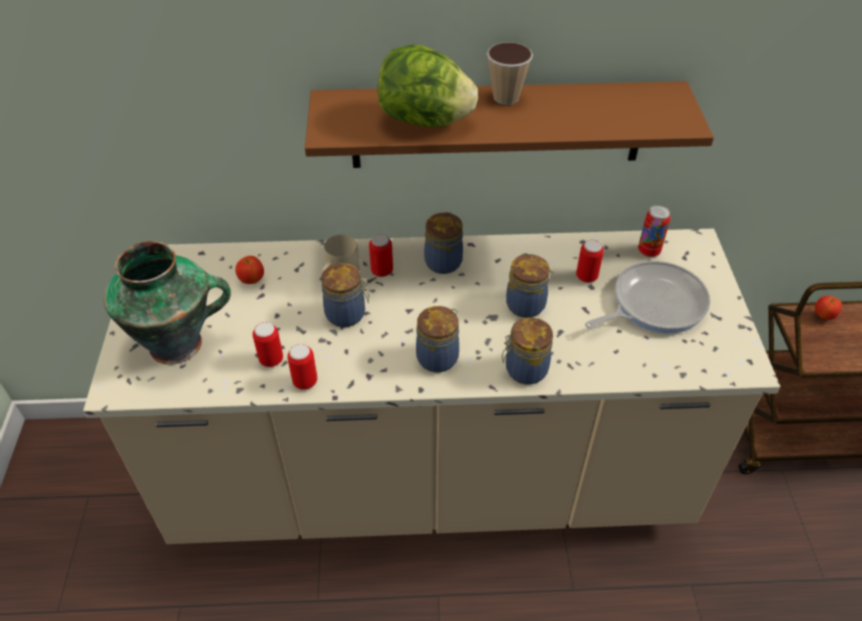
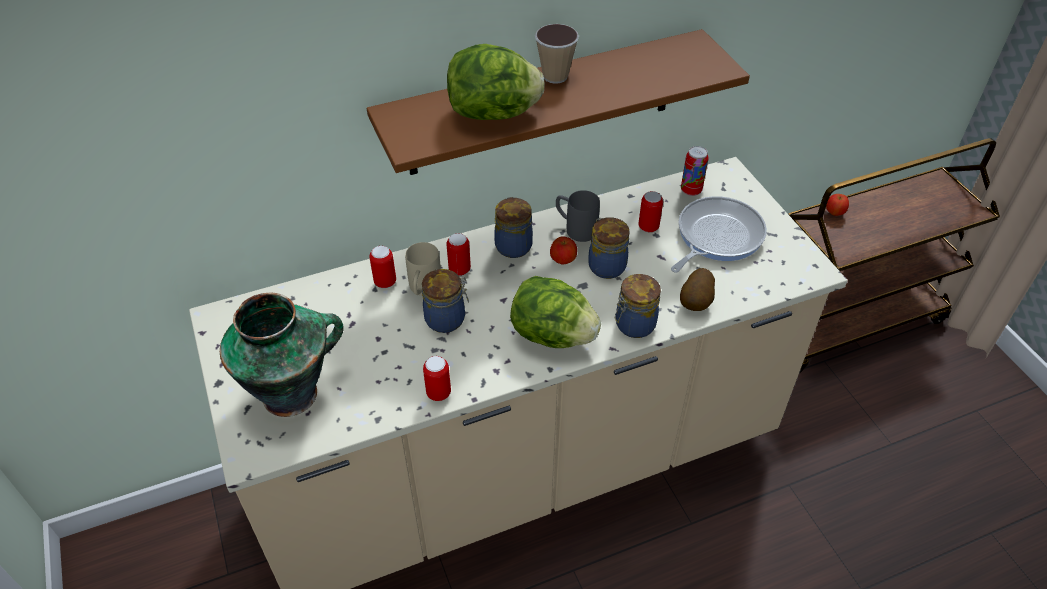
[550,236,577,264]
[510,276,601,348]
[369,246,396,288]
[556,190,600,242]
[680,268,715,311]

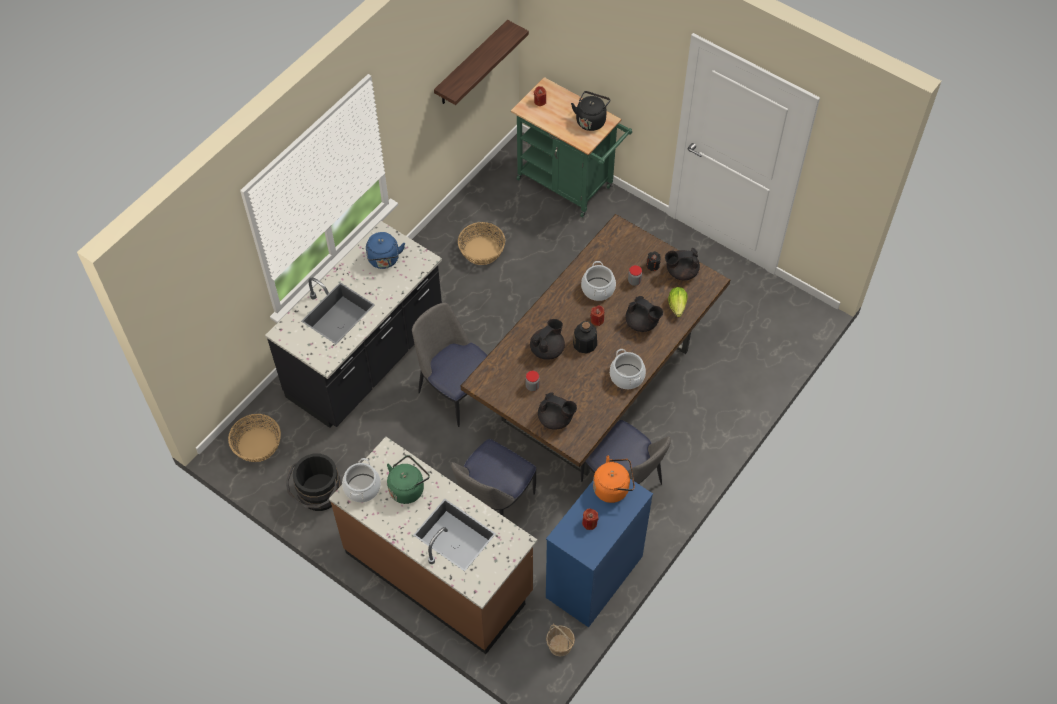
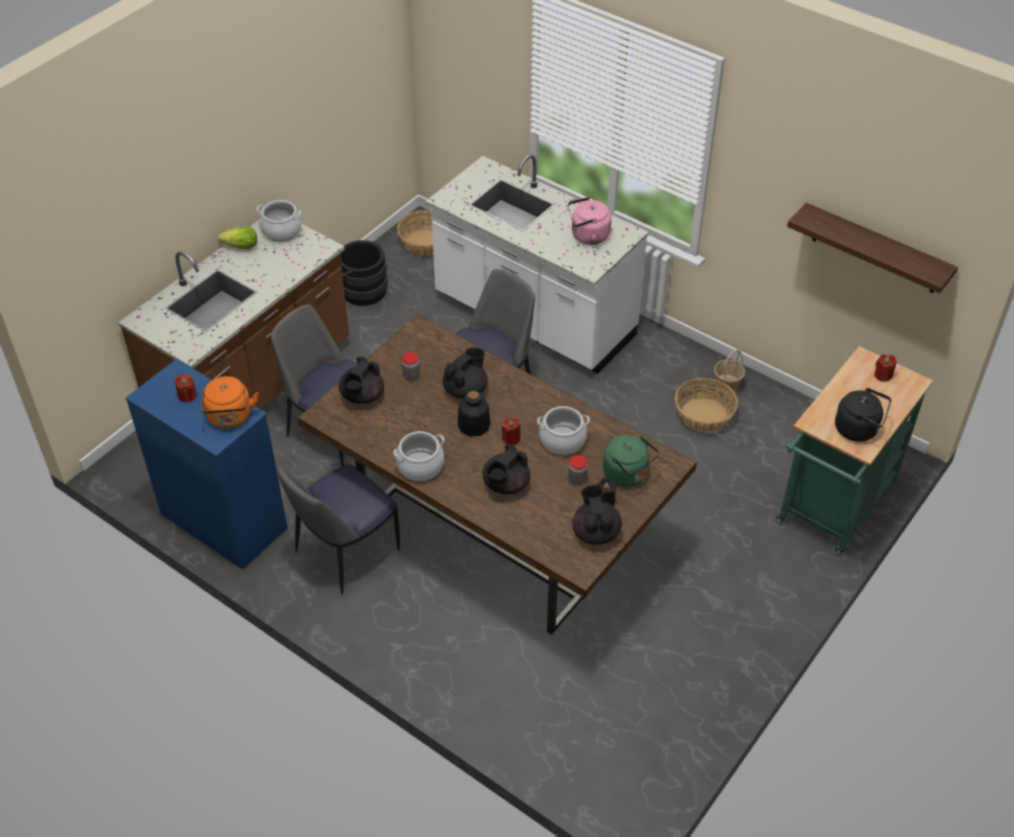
[426,154,649,374]
[568,197,611,245]
[218,226,257,249]
[443,347,487,399]
[603,435,659,487]
[714,350,745,393]

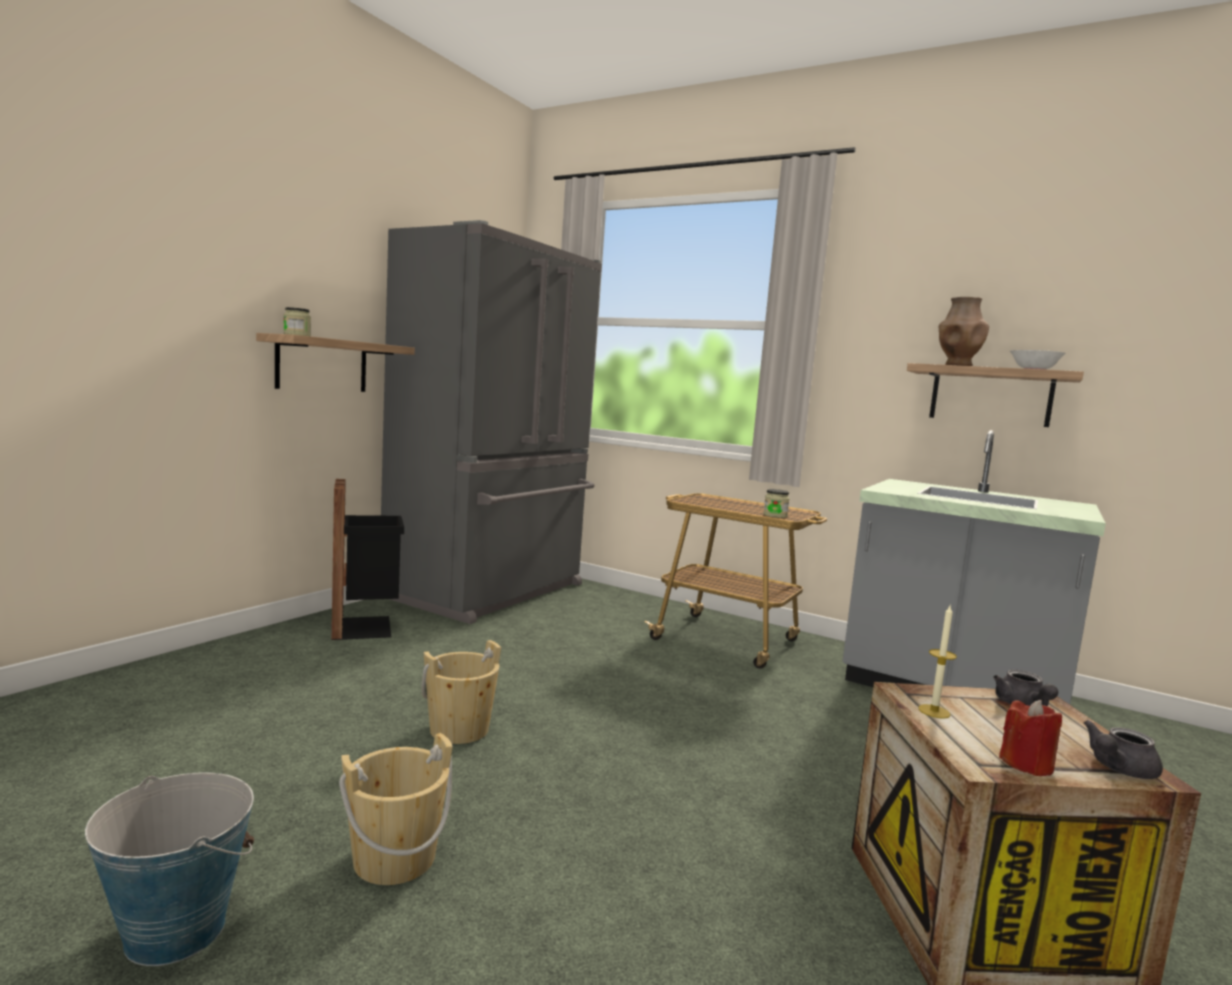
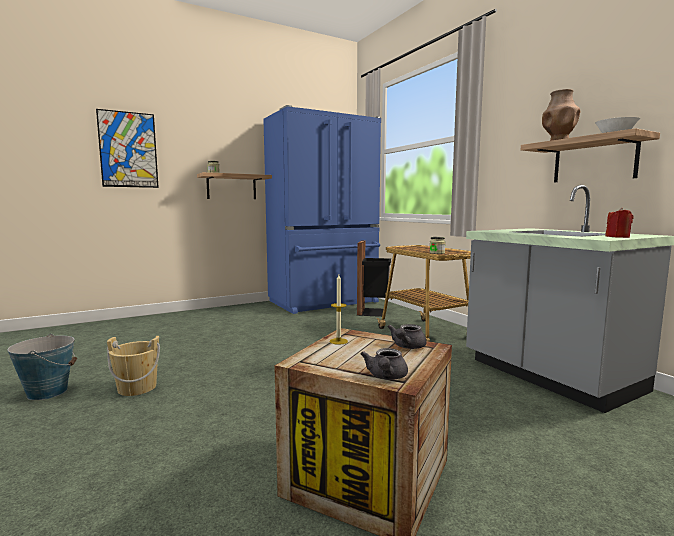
[263,105,381,314]
[357,240,391,317]
[421,640,501,744] (first image)
[605,207,634,238]
[361,348,408,380]
[96,109,159,188]

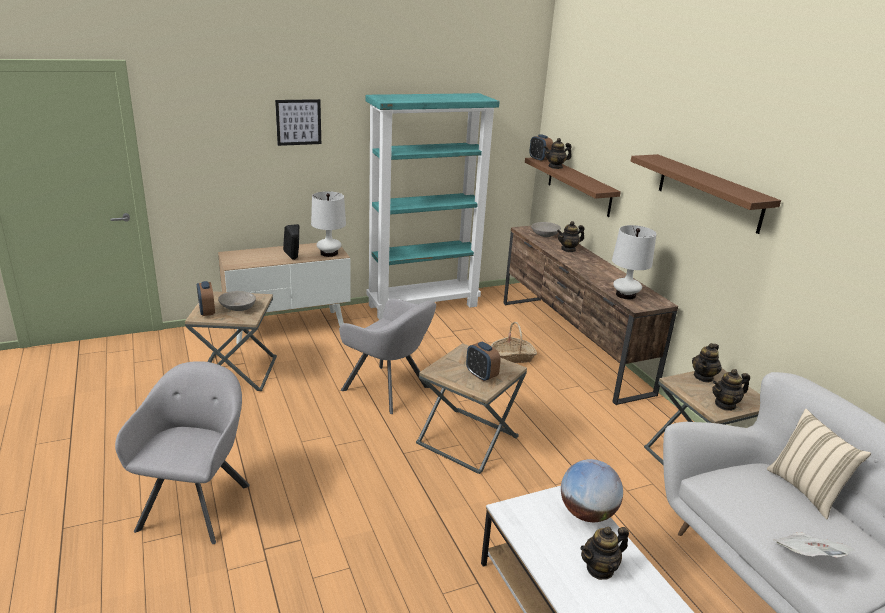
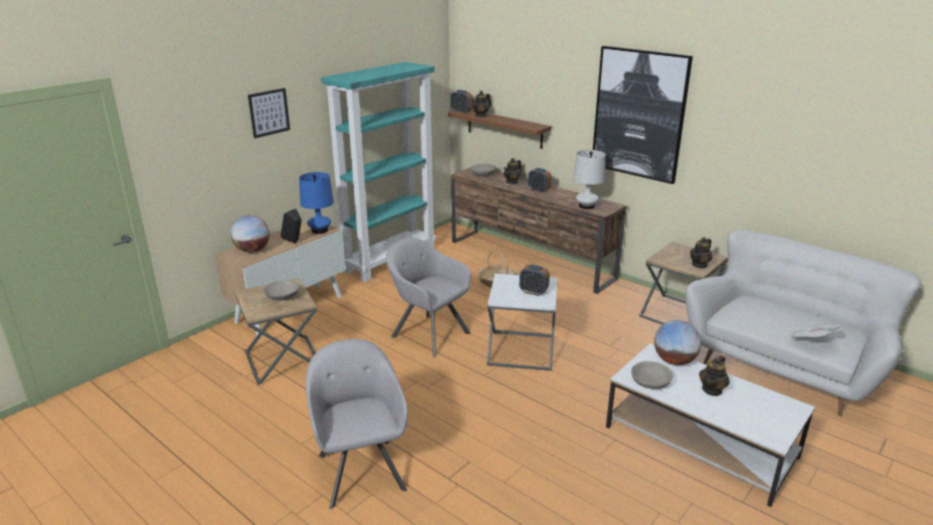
[593,46,693,184]
[299,172,334,234]
[528,168,552,193]
[386,237,471,357]
[487,274,558,371]
[692,343,722,383] (first image)
[767,409,871,519] (first image)
[231,215,270,253]
[631,361,673,389]

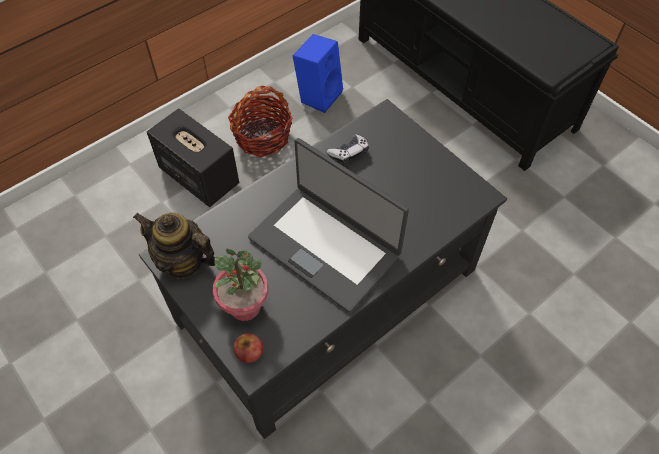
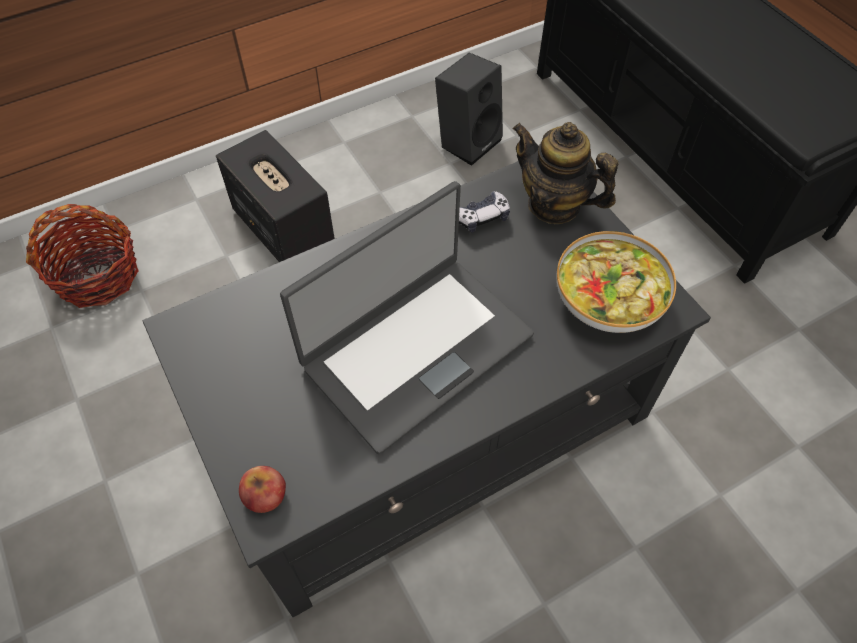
[435,53,503,166]
[26,204,139,308]
[280,181,534,454]
[512,122,619,224]
[213,249,268,321] (first image)
[557,231,676,333]

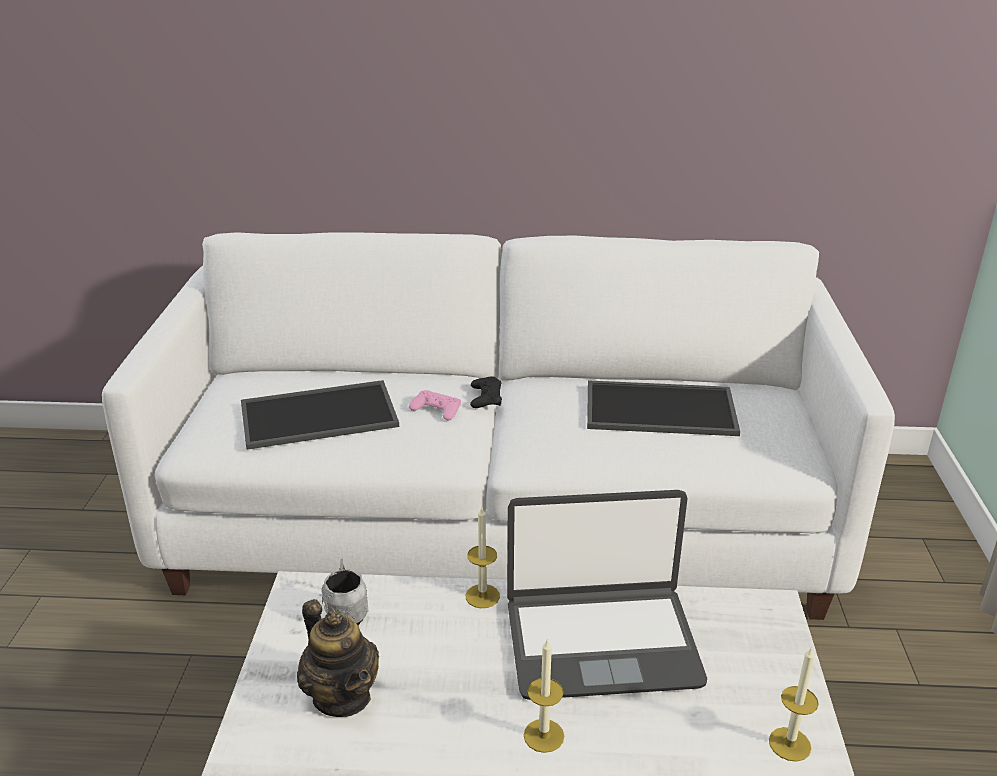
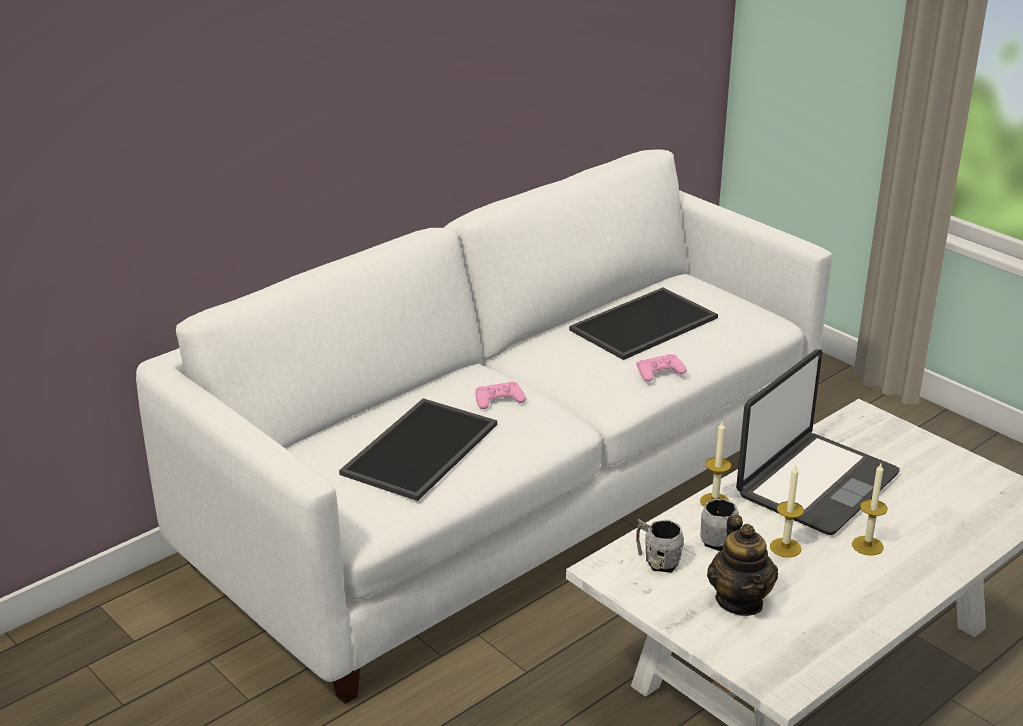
[470,376,502,408] (first image)
[707,515,778,616]
[770,465,804,558]
[636,354,687,382]
[700,498,741,551]

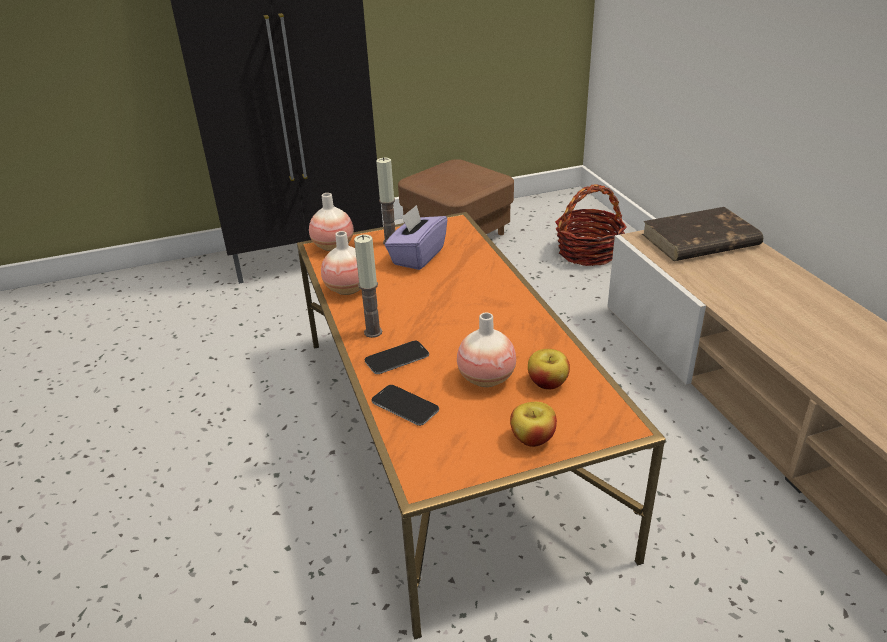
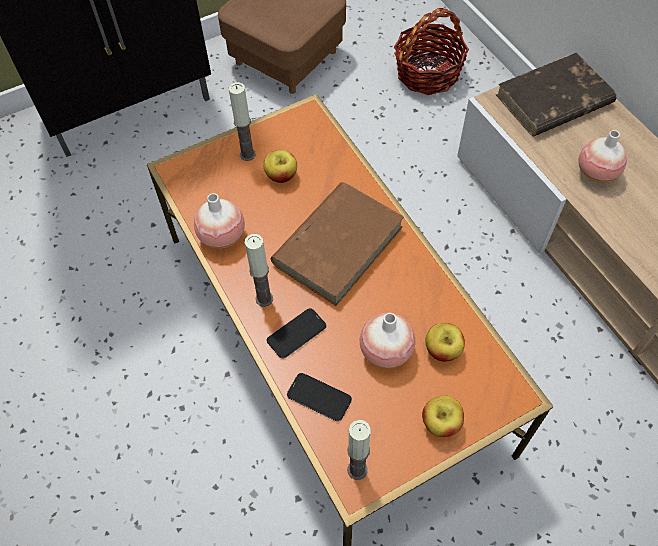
[578,130,627,183]
[263,149,297,183]
[271,182,404,306]
[347,420,371,480]

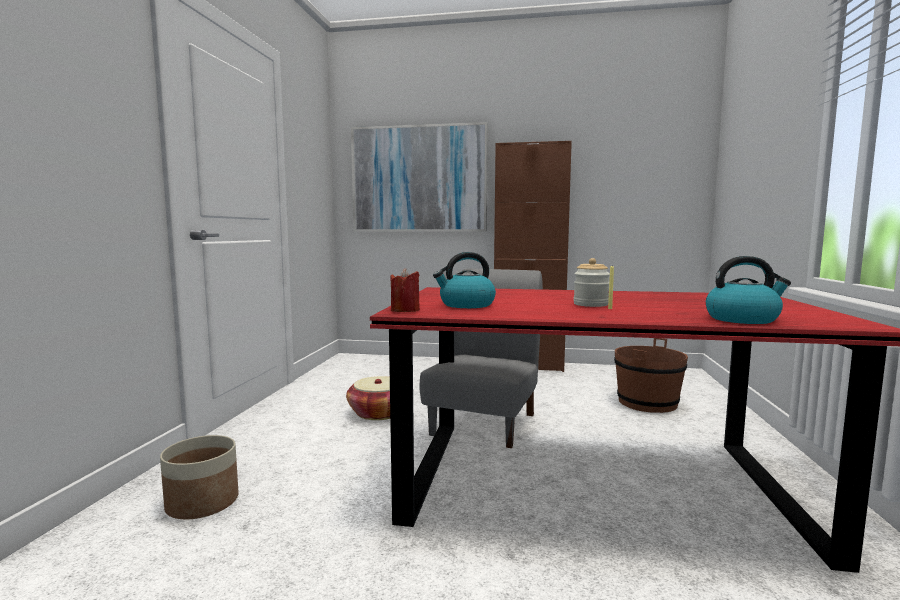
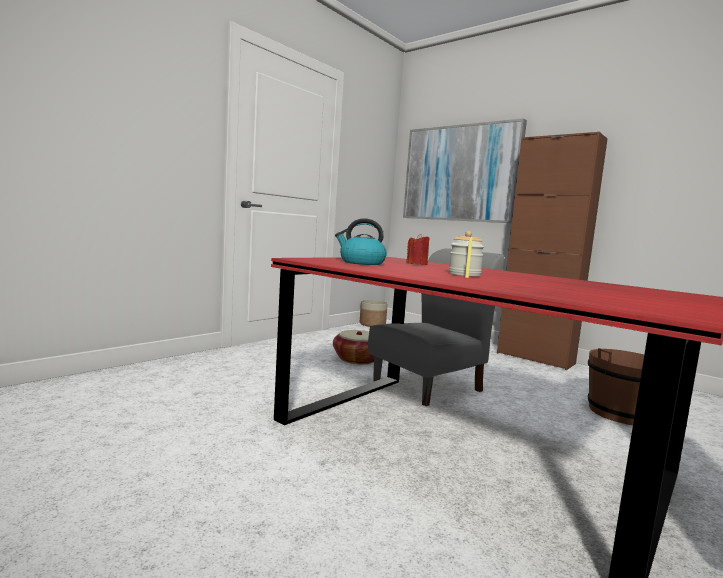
[706,256,791,324] (first image)
[406,234,430,265]
[359,300,388,327]

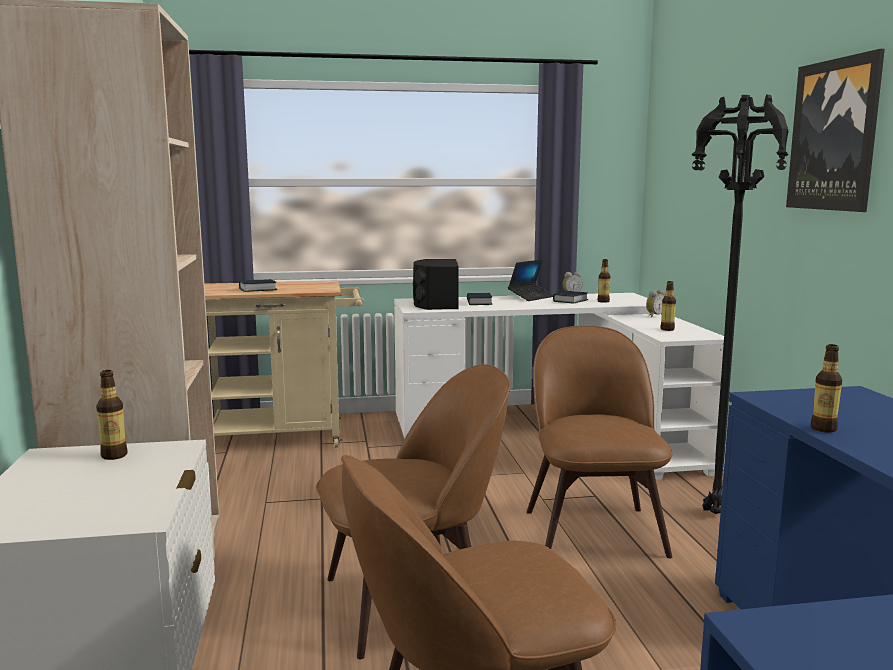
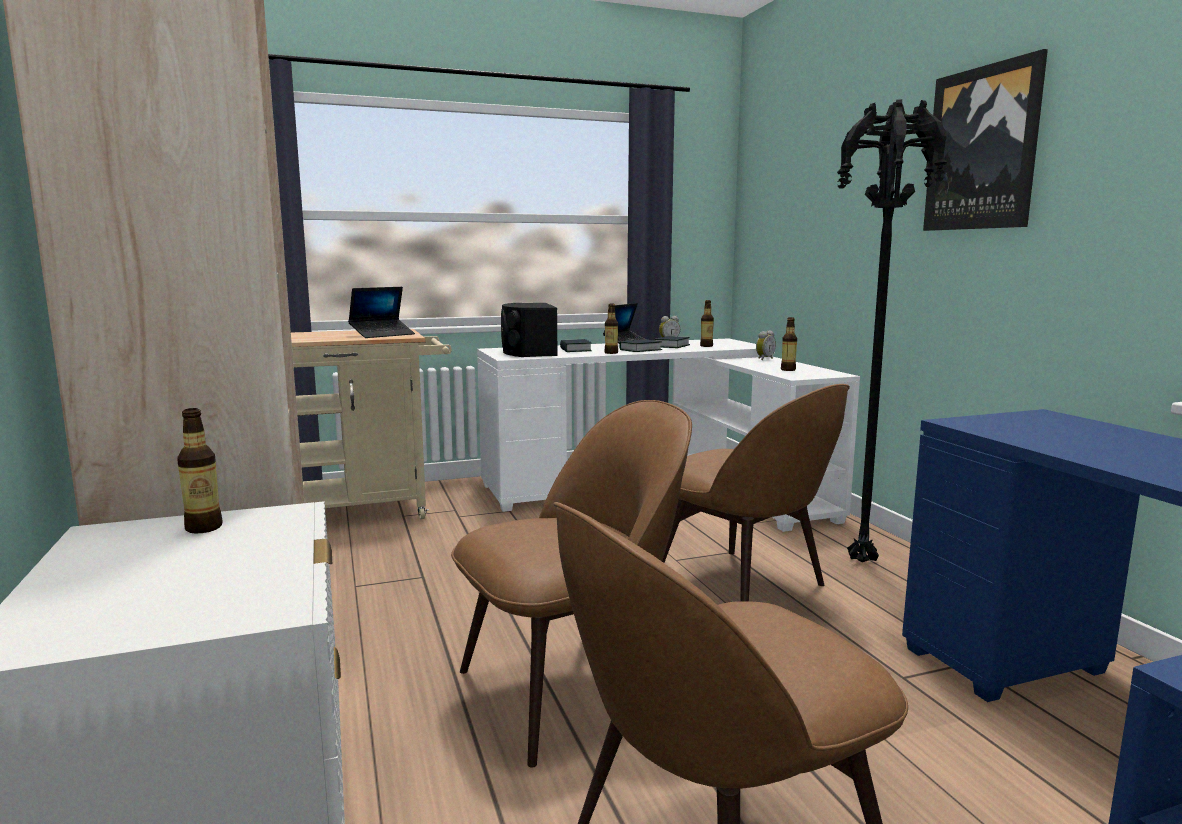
[619,340,662,352]
[662,384,850,601]
[605,303,618,354]
[348,287,415,338]

